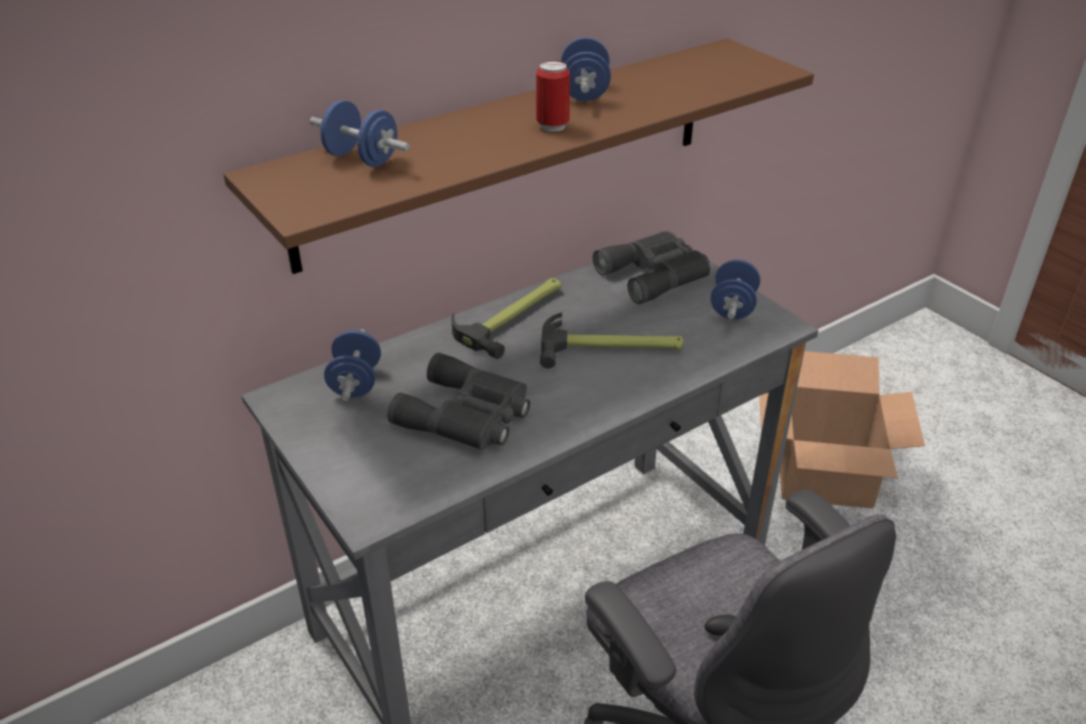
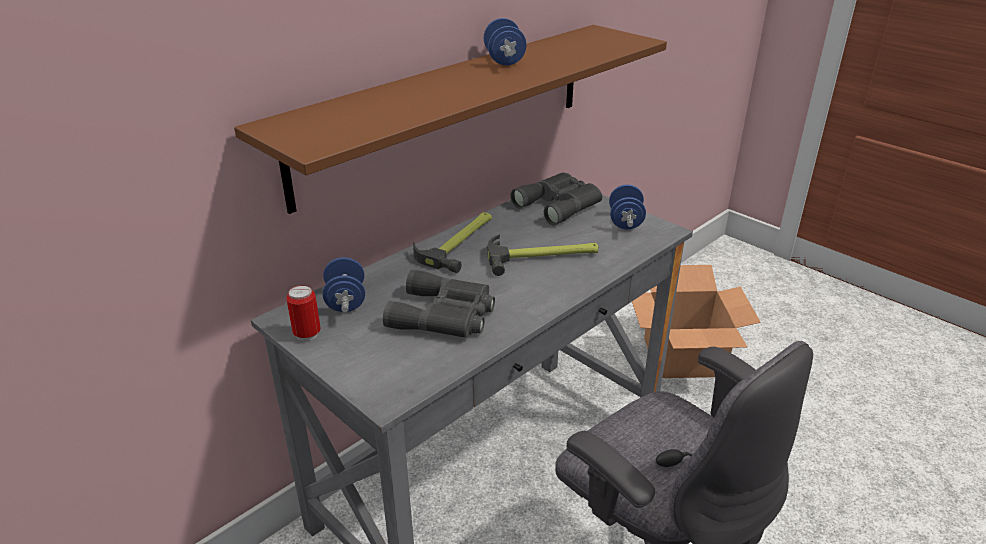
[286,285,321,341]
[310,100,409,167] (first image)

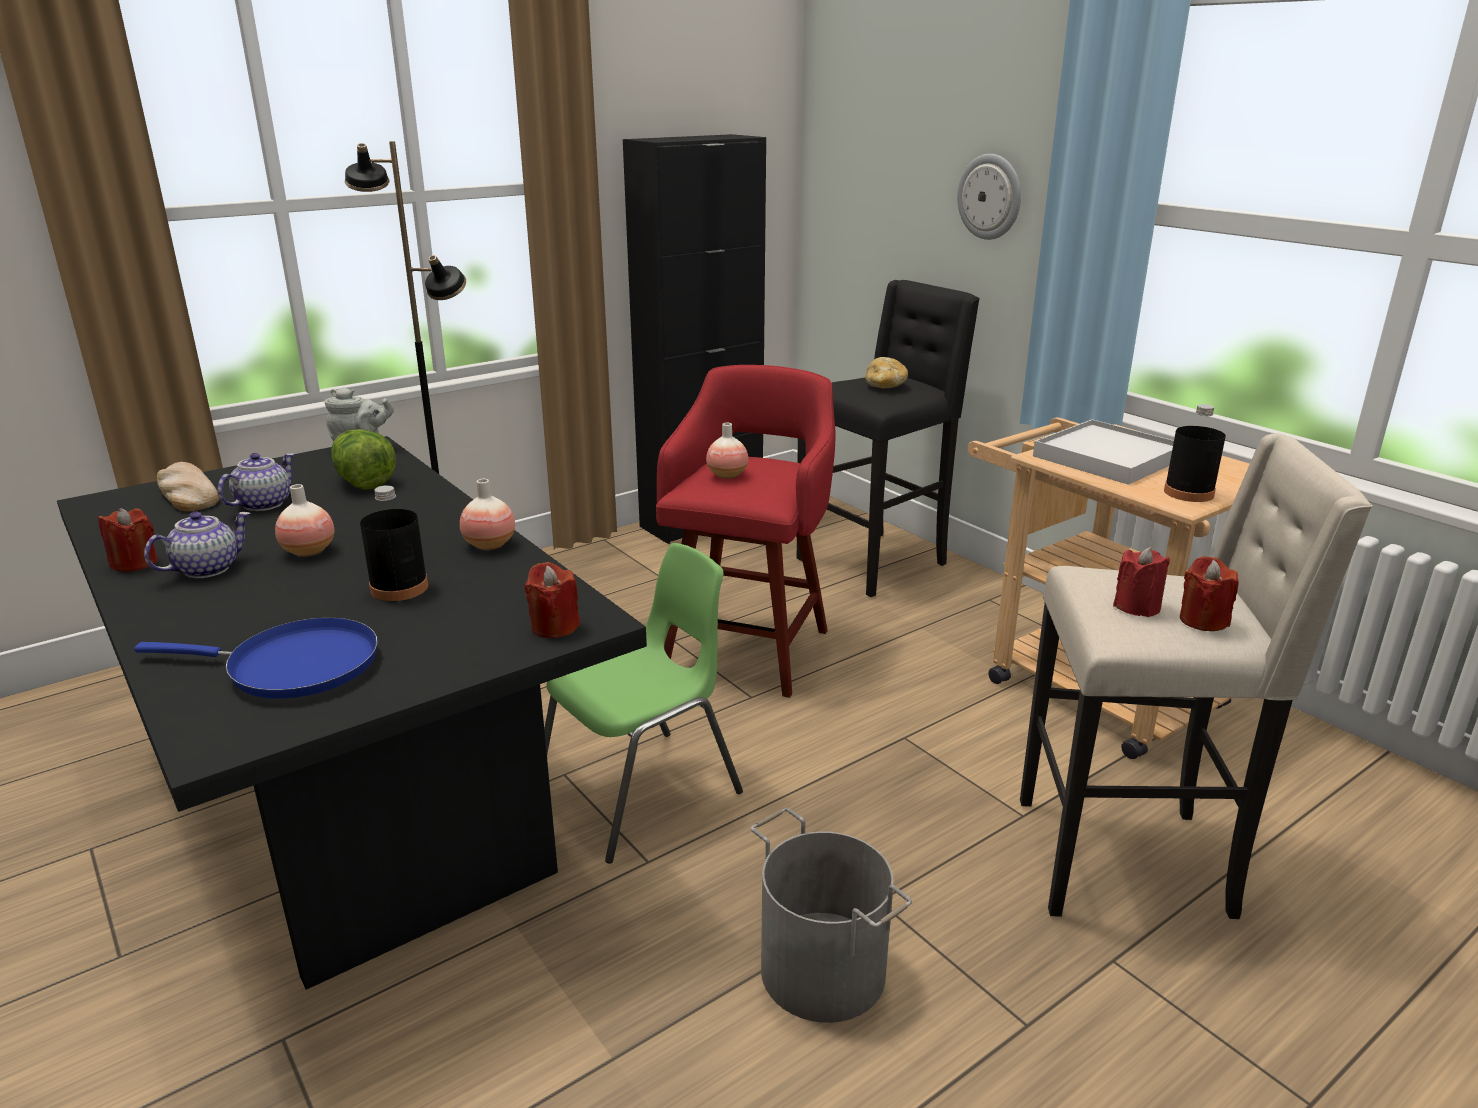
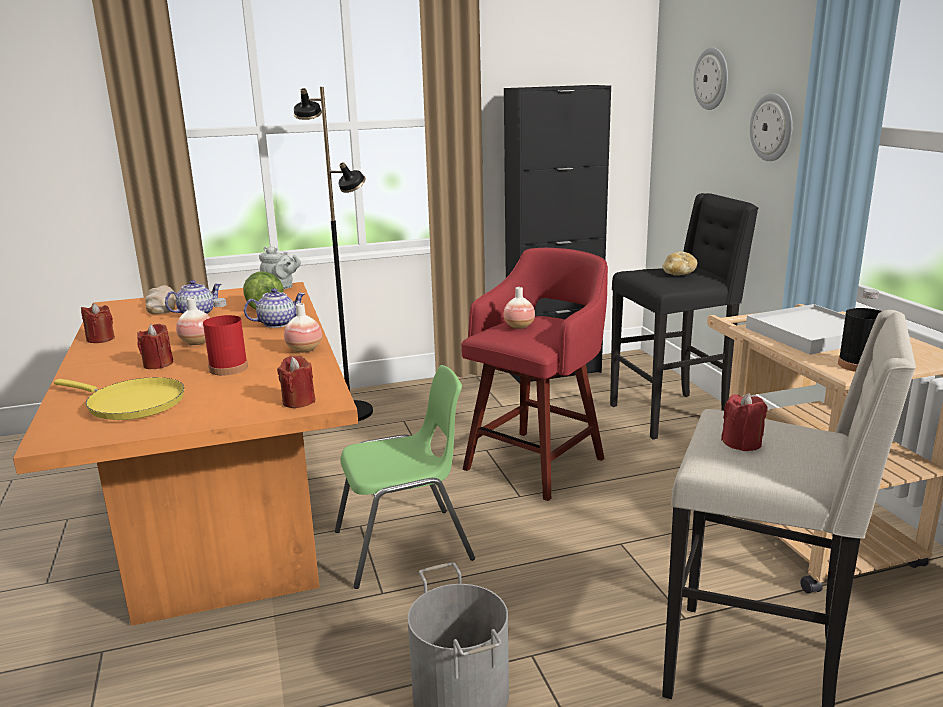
[13,282,358,626]
[203,298,248,375]
[244,288,305,328]
[137,324,173,369]
[54,377,184,420]
[693,47,728,110]

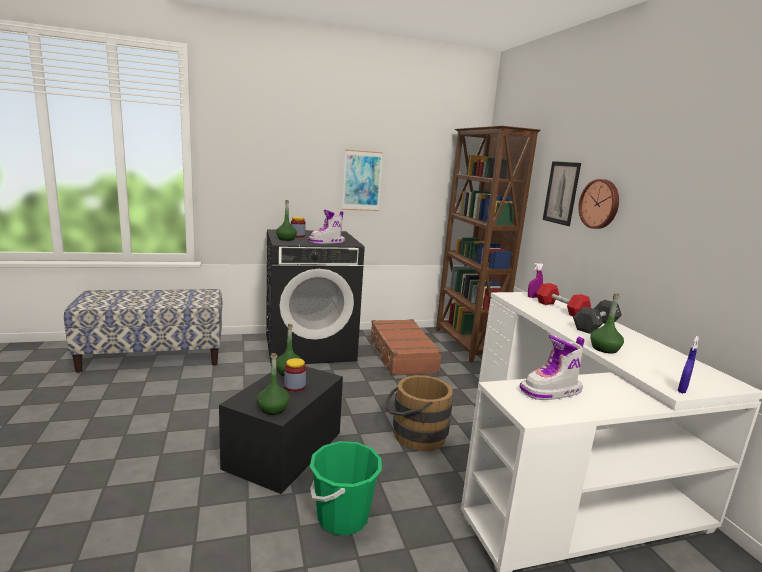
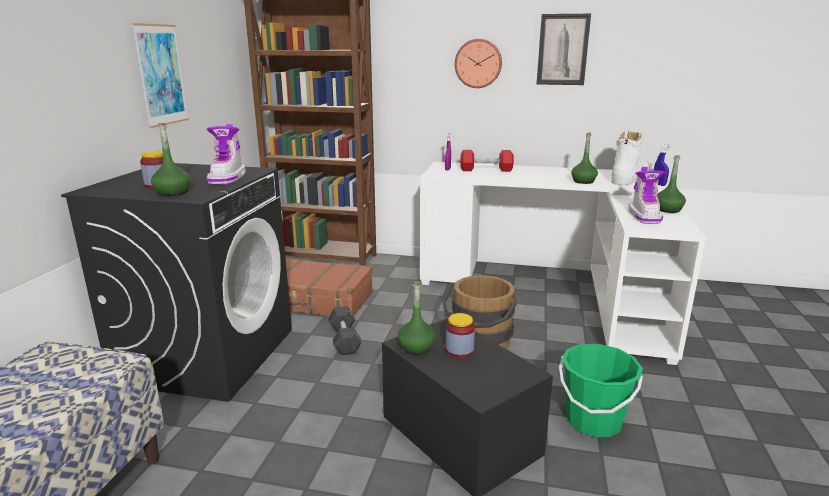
[537,14,591,85]
[328,306,362,355]
[657,155,686,213]
[611,131,654,186]

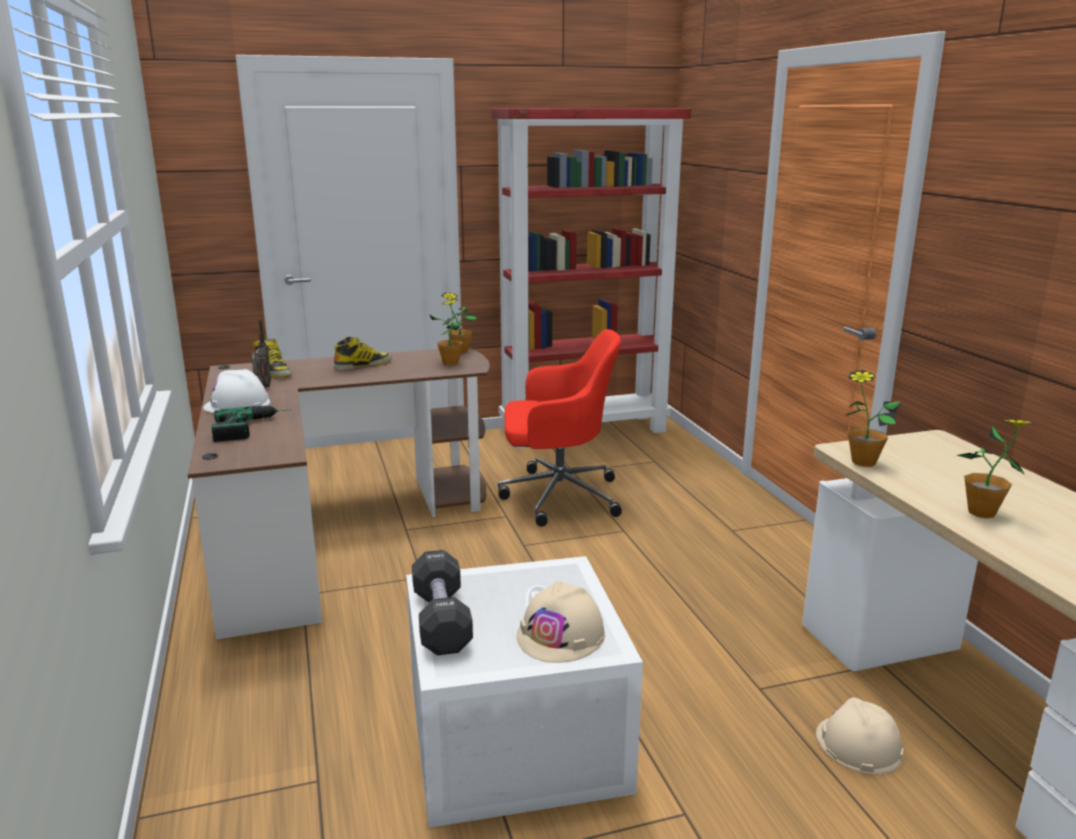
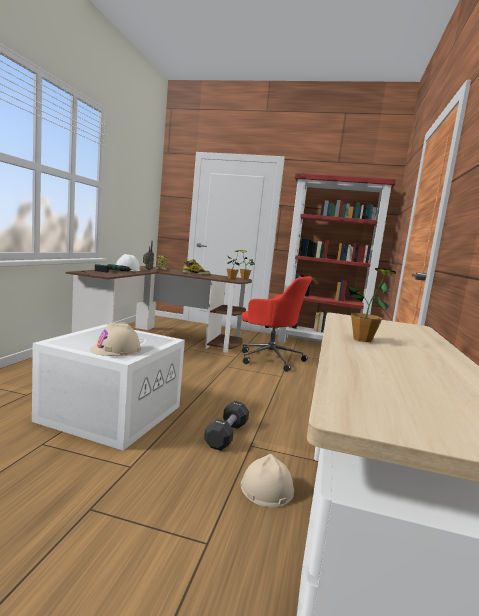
[846,370,901,467] (first image)
[204,401,249,451]

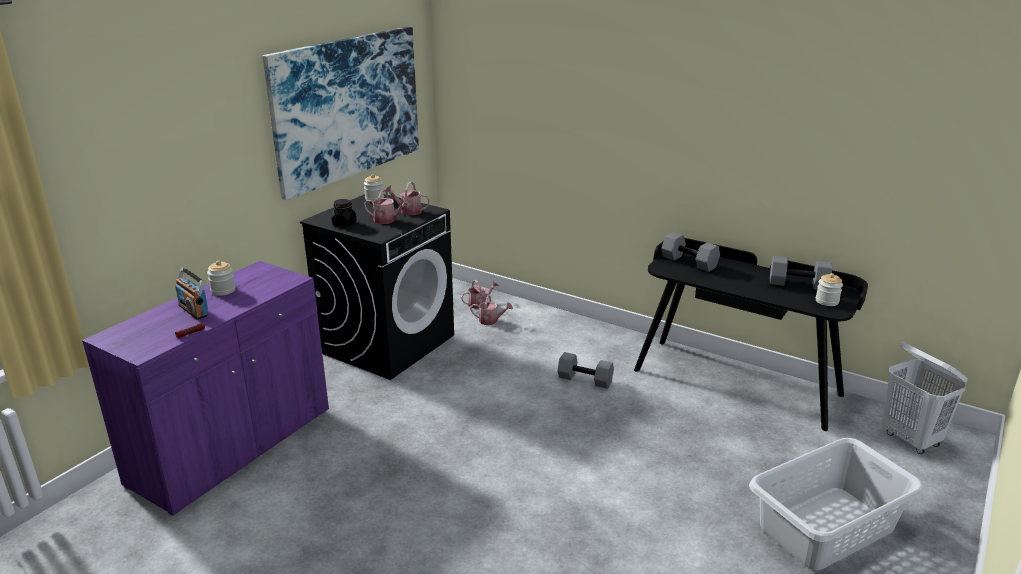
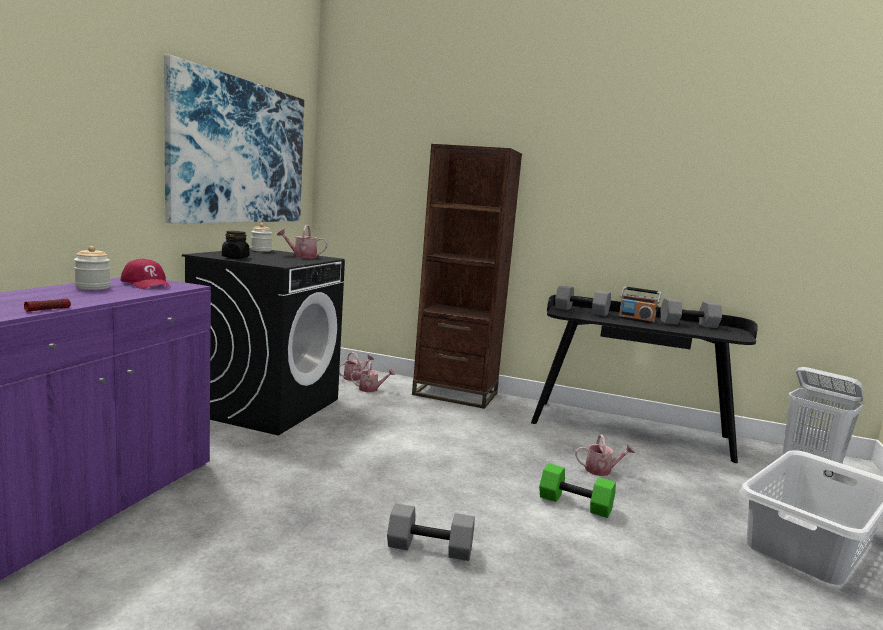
[575,434,635,476]
[618,286,661,324]
[816,273,843,306] (first image)
[387,504,475,561]
[412,144,522,409]
[120,259,170,289]
[539,463,616,518]

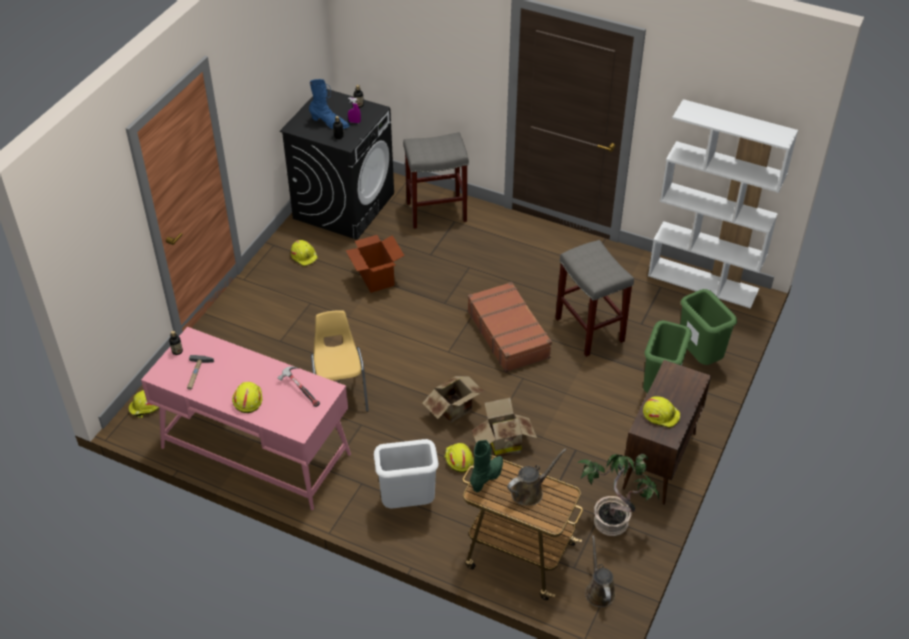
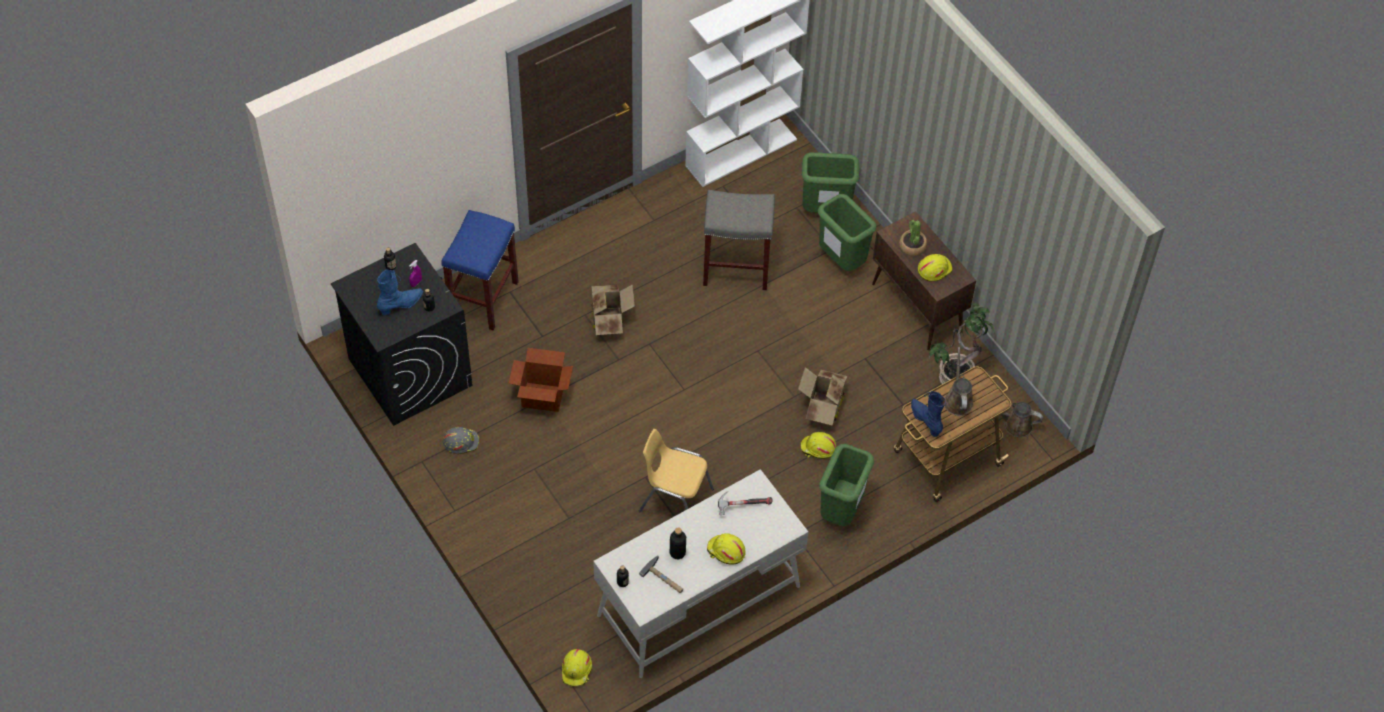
[441,210,519,331]
[443,427,480,454]
[468,282,552,373] (first image)
[593,469,808,678]
[591,284,635,335]
[819,444,874,526]
[911,391,946,437]
[899,220,927,256]
[670,527,686,559]

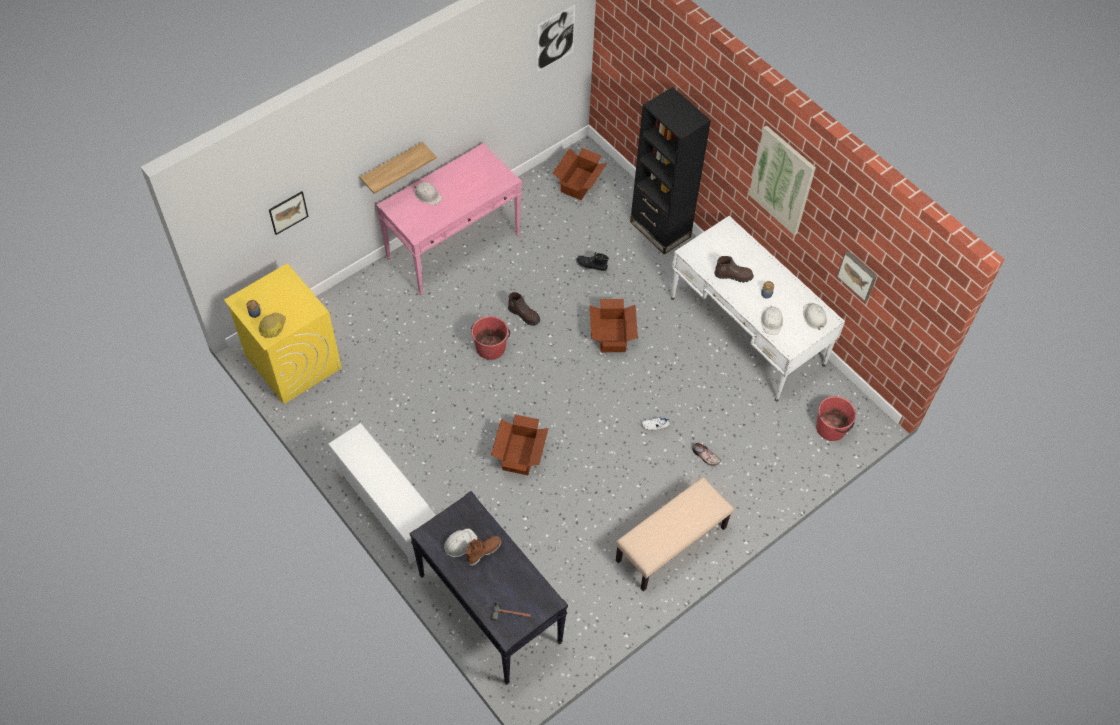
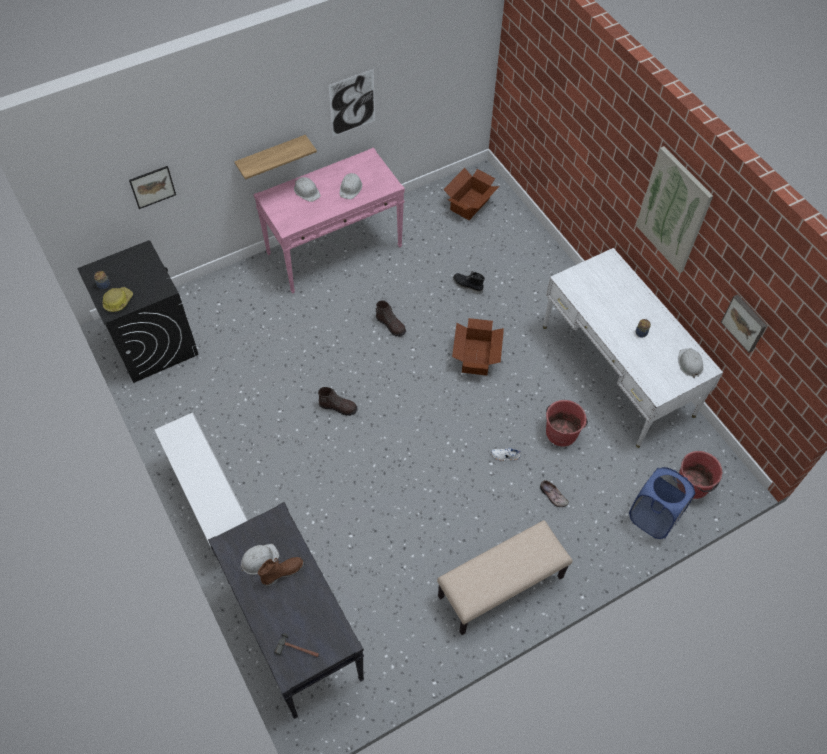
[328,69,375,137]
[630,87,711,254] (first image)
[318,387,358,416]
[77,240,199,383]
[340,173,362,199]
[546,400,588,446]
[491,415,549,475] (first image)
[629,467,696,539]

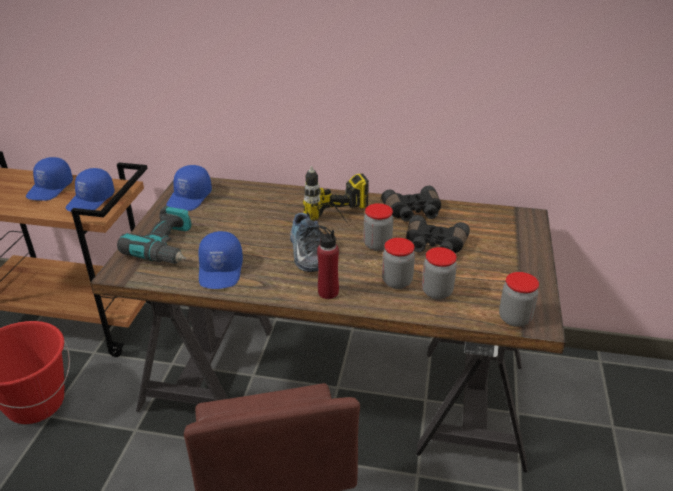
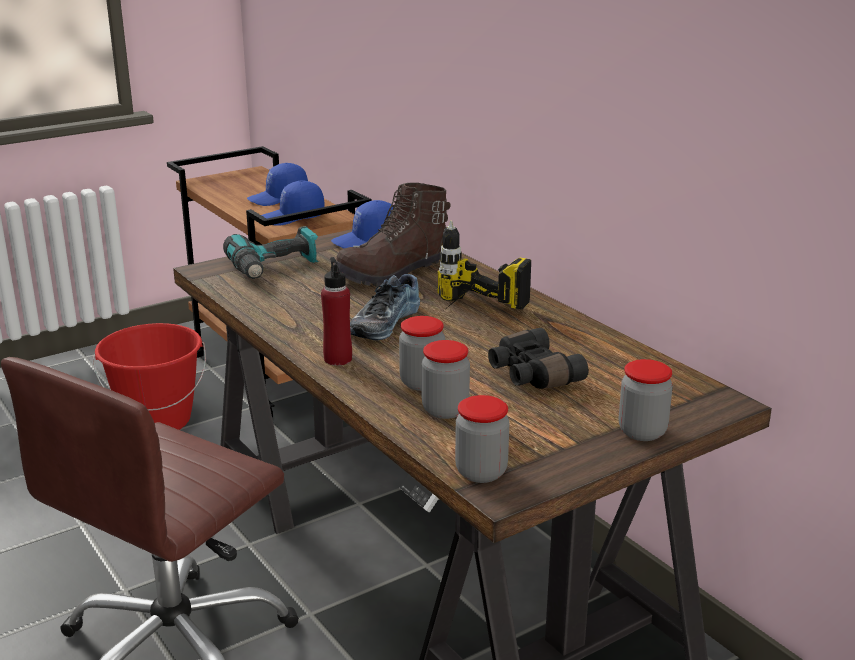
[381,186,441,222] (first image)
[619,359,673,441]
[198,231,243,289] (first image)
[334,183,451,287]

